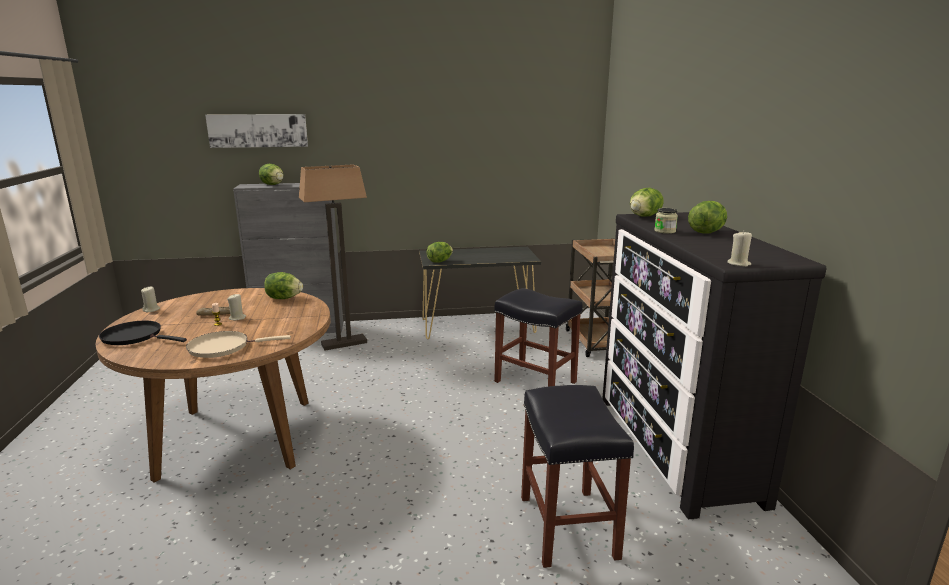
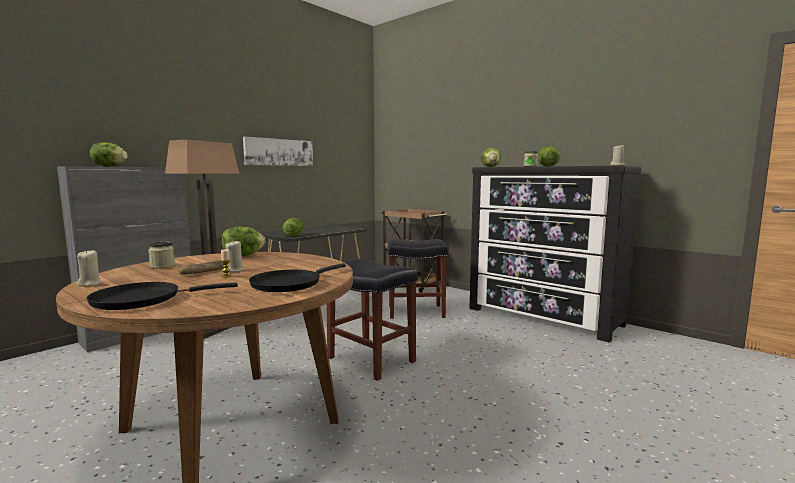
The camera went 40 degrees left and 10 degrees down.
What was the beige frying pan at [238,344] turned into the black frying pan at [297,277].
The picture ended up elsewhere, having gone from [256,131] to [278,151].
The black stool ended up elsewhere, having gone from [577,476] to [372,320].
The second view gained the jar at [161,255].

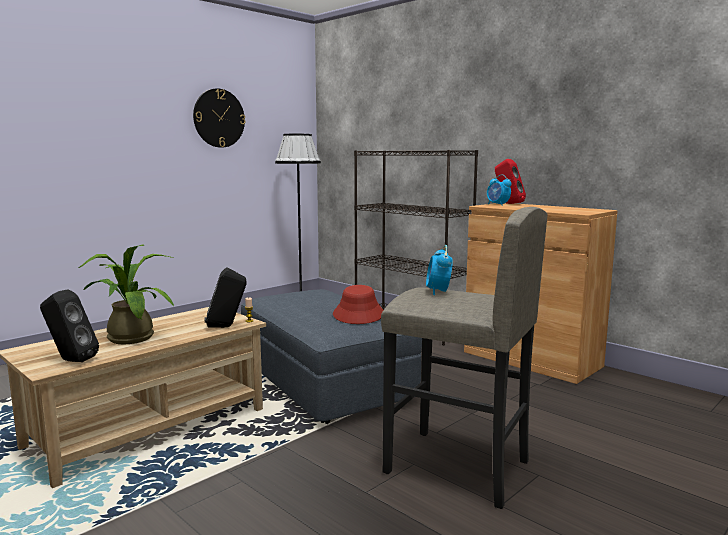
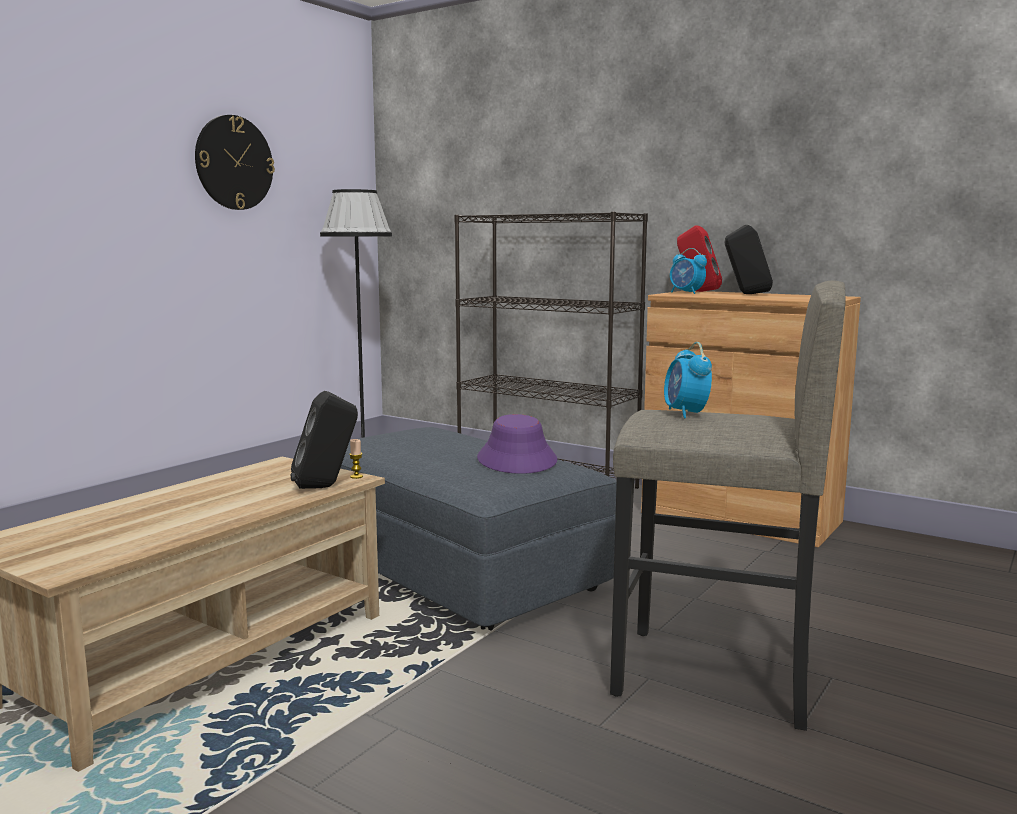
The camera went 10 degrees left and 0 degrees up.
The black speaker ended up elsewhere, having gone from [69,325] to [749,259].
The second view lost the potted plant at [126,294].
What was the red hat at [358,304] turned into the purple hat at [517,444].

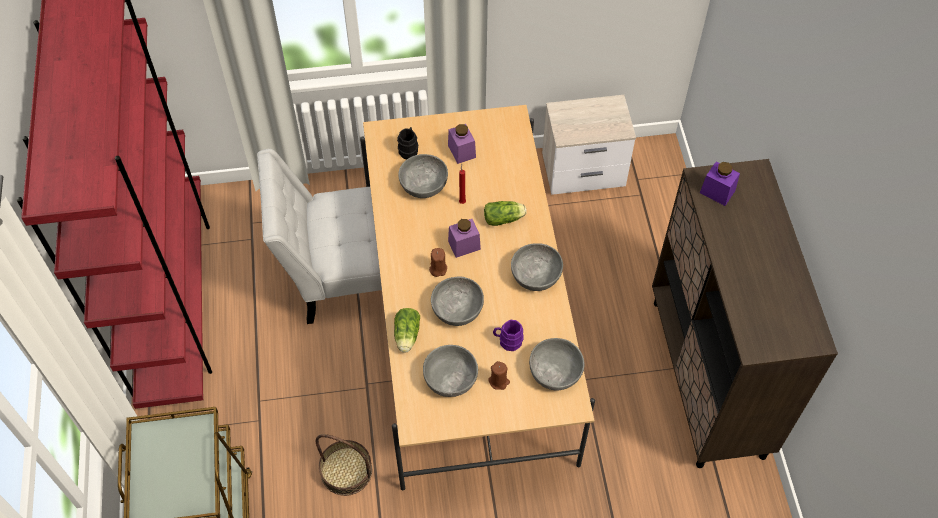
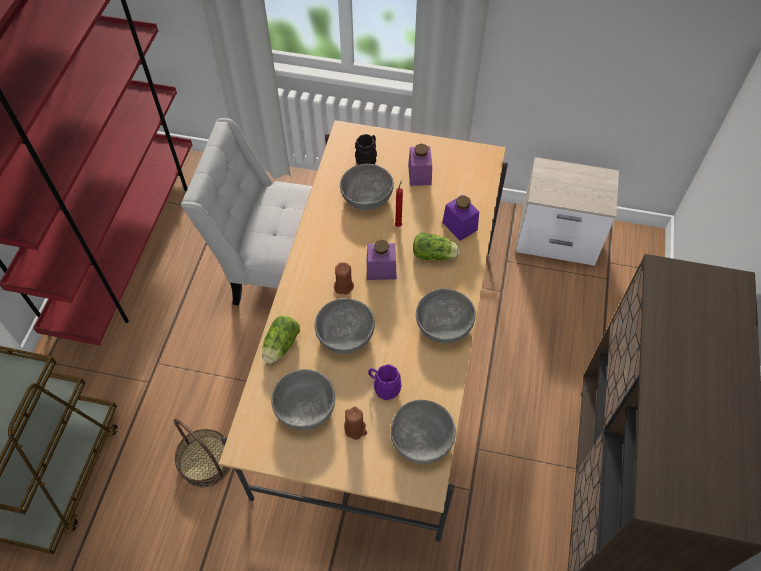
The camera went 20 degrees right and 0 degrees up.
The purple jar ended up elsewhere, having gone from [720,183] to [460,218].

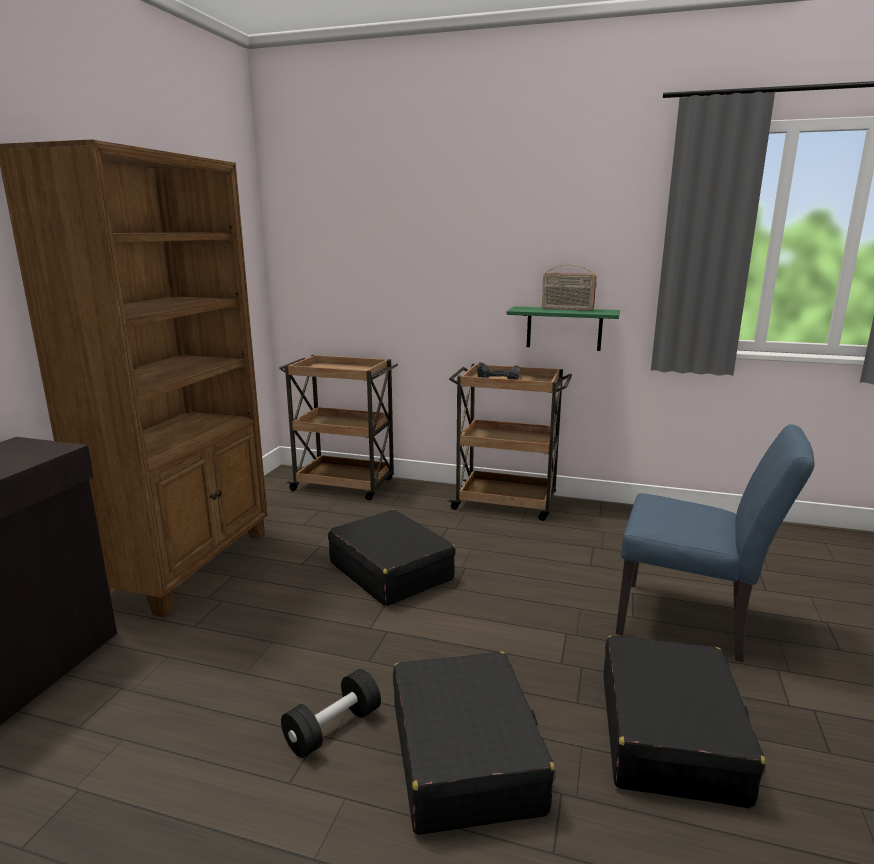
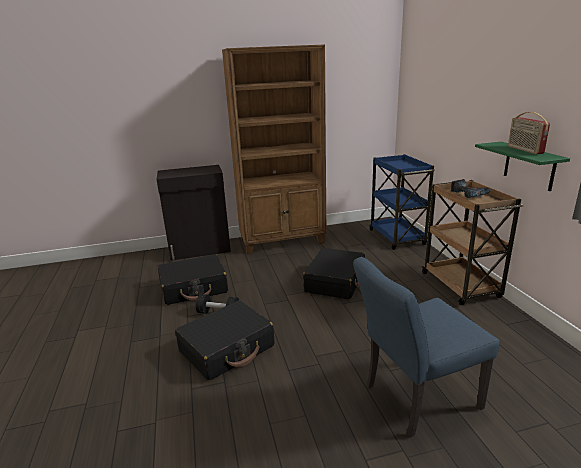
The camera went 60 degrees right and 5 degrees up.
What was the brown cart at [338,427] turned into the blue cart at [402,202].
The black suitcase ended up elsewhere, having gone from [684,722] to [193,279].
The blue chair at [715,543] ended up facing another way, 75 degrees clockwise from before.

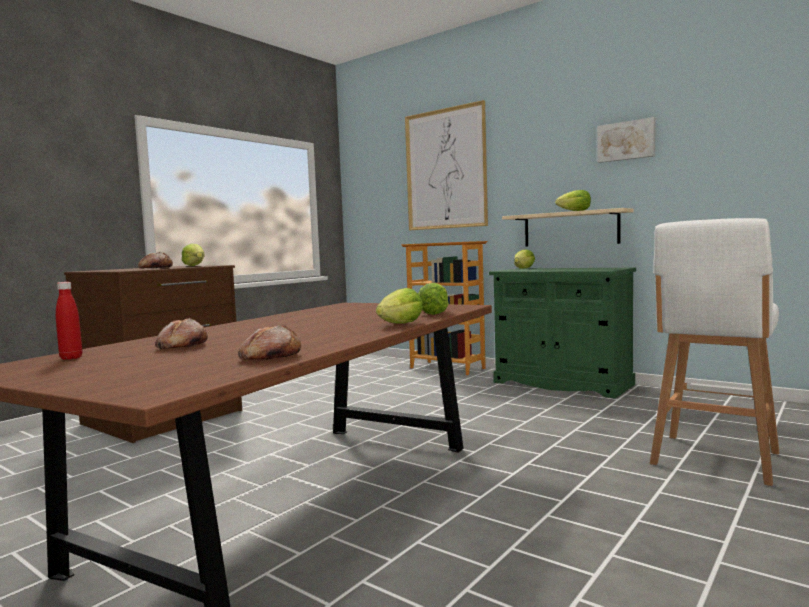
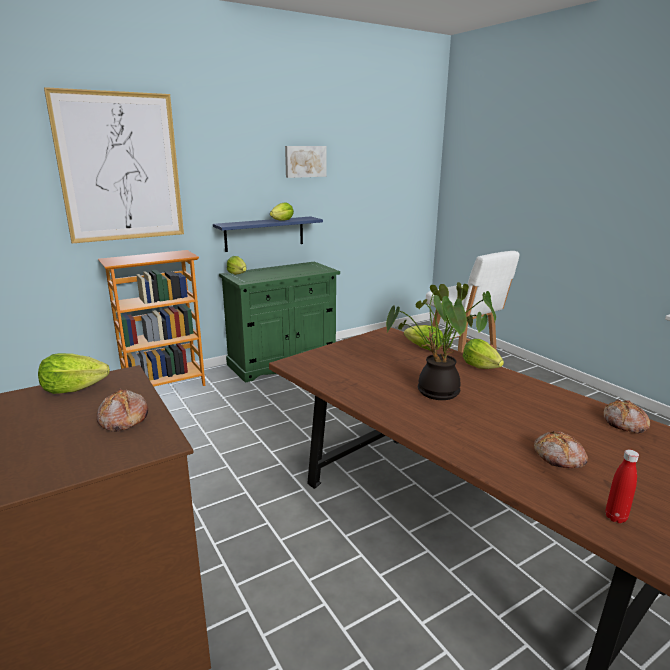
The camera went 70 degrees left and 15 degrees up.
What was the beige shelf at [568,227] turned into the blue shelf at [268,234].
The second view gained the potted plant at [441,341].

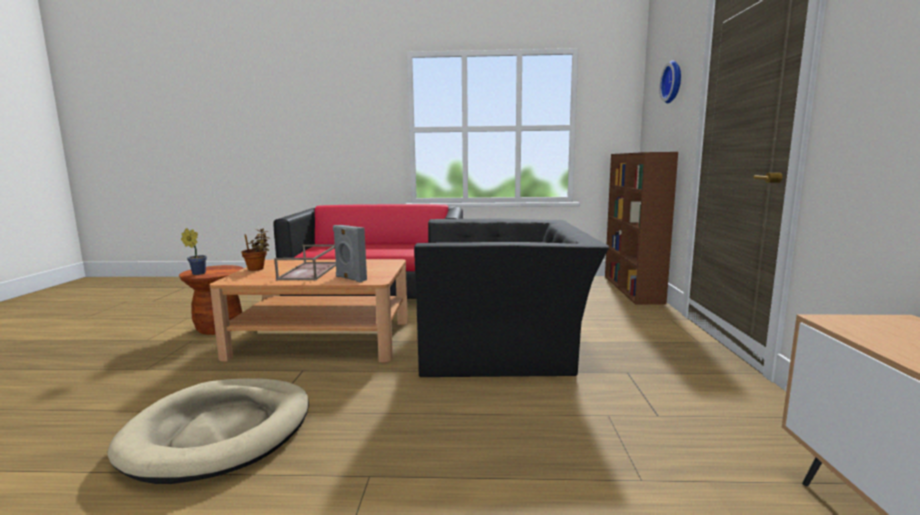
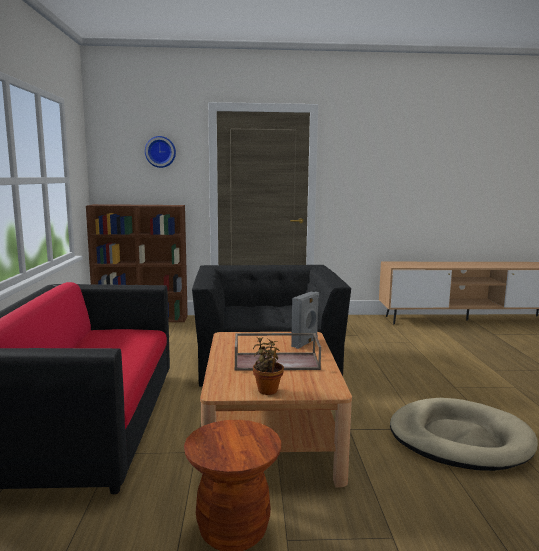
The camera went 95 degrees left and 0 degrees up.
The second view lost the potted plant at [194,251].

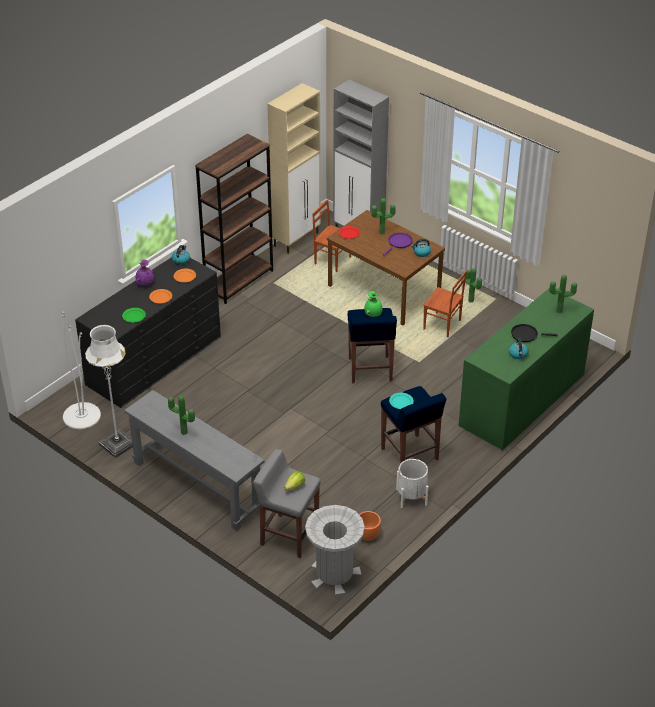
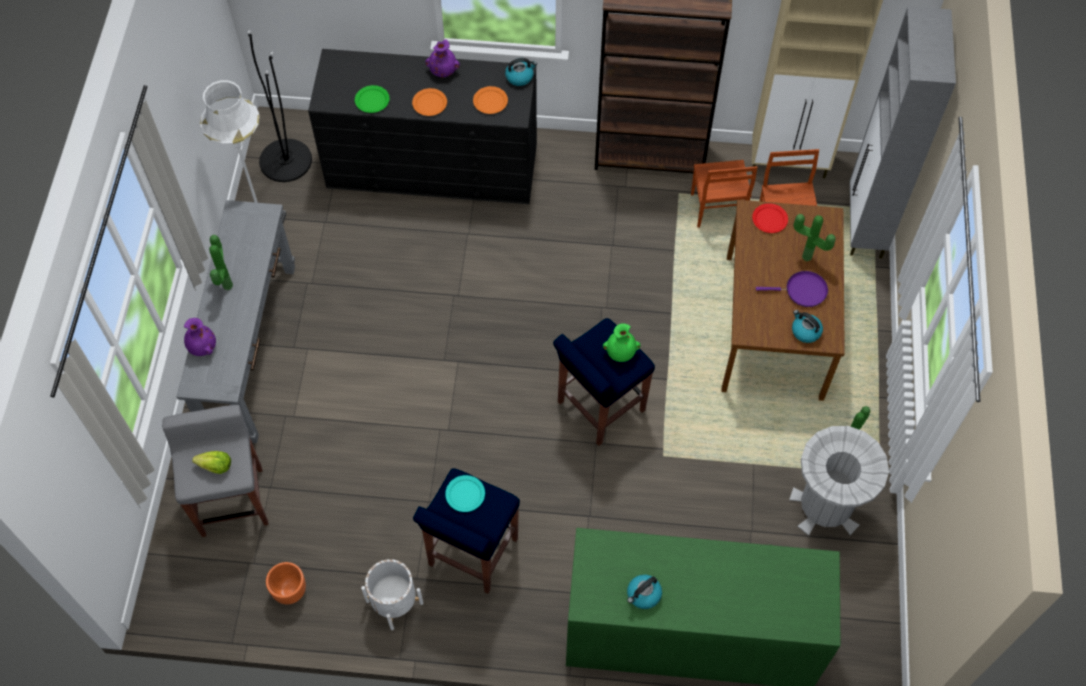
The camera went 55 degrees right and 20 degrees up.
What was the white floor lamp at [81,370] turned into the black floor lamp at [279,106].
The grey trash can ended up elsewhere, having gone from [335,550] to [839,481].
The brown chair ended up elsewhere, having gone from [445,304] to [724,194].
The second view lost the black frying pan at [534,333].
The second view lost the potted plant at [563,294].
The second view gained the purple vase at [200,337].

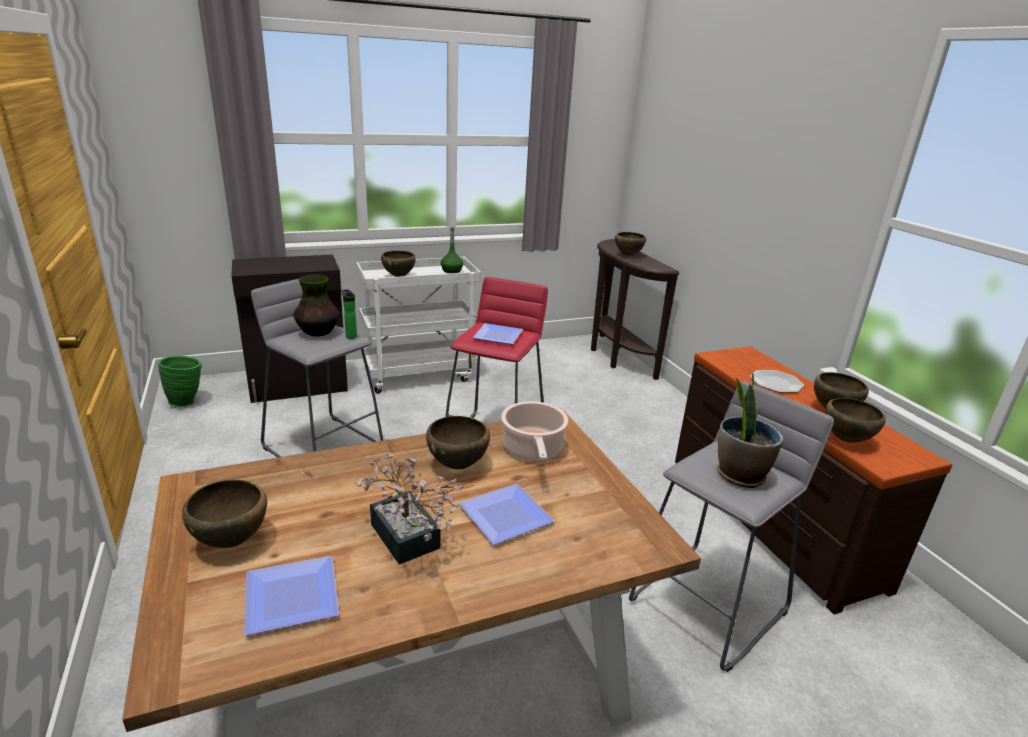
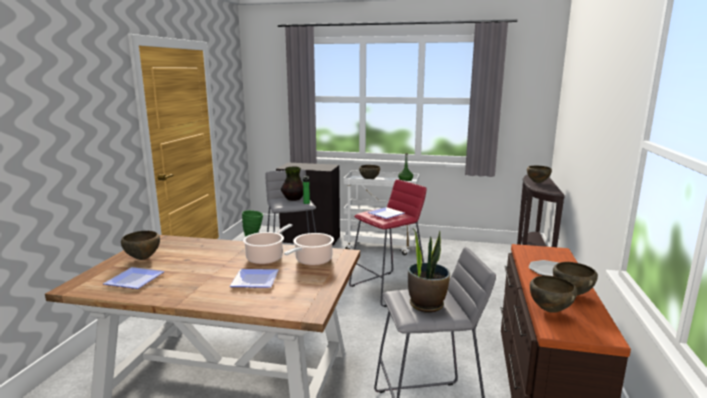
The camera went 35 degrees right and 10 degrees down.
The second view lost the potted plant at [410,509].
Where the brown bowl stood at [458,442], the cooking pot came to stand at [267,244].

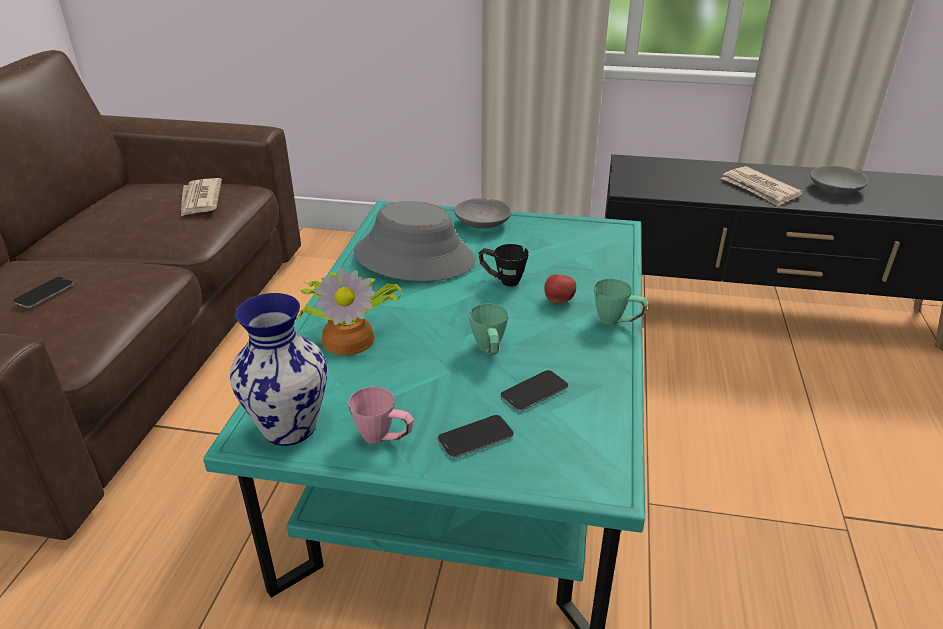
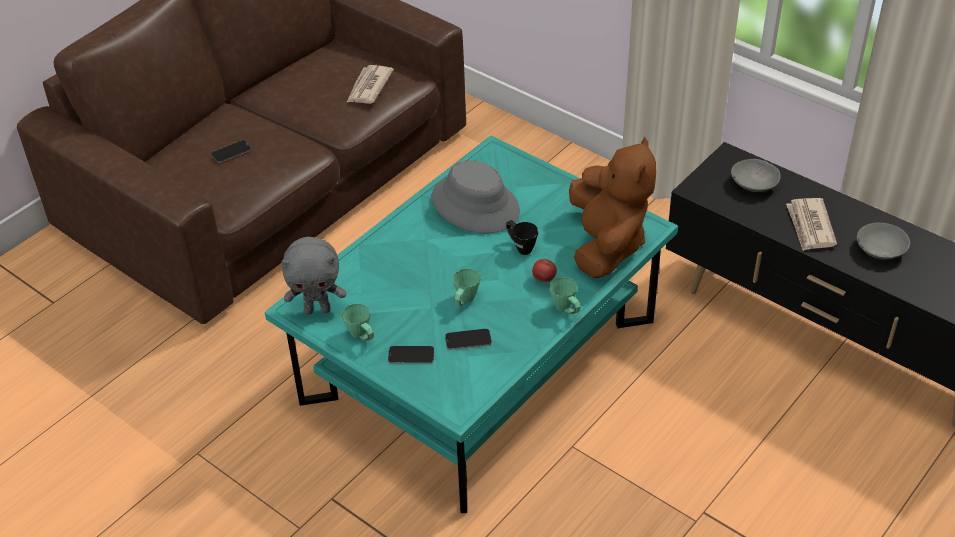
The camera went 30 degrees right and 10 degrees up.
Where the vase stood at [278,369], the grey plush toy came to stand at [313,276].
The second view lost the potted plant at [349,312].
What was the pink mug at [380,415] turned into the green mug at [358,322].
The grey bowl ended up elsewhere, having gone from [482,213] to [756,175].
The second view gained the brown plush toy at [612,207].

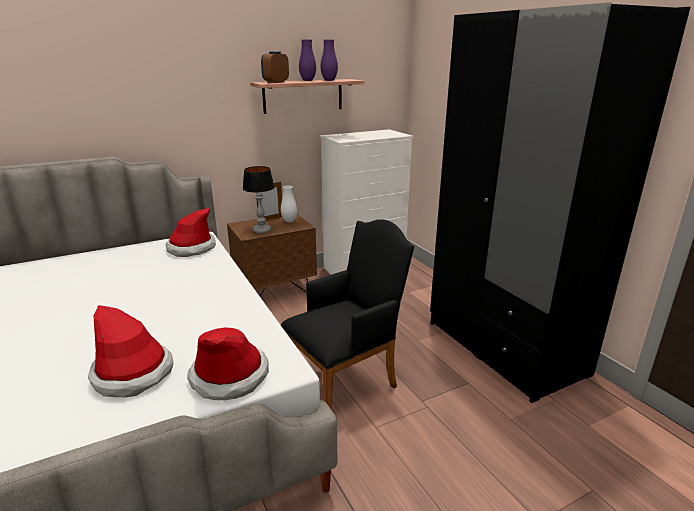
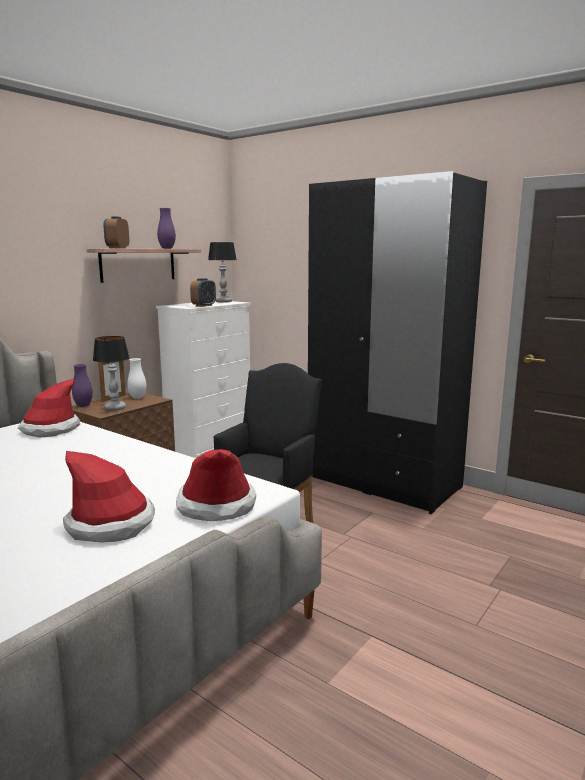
The camera went 25 degrees left and 10 degrees down.
The purple vase ended up elsewhere, having gone from [307,60] to [82,385].
The second view gained the alarm clock at [203,292].
The second view gained the table lamp at [222,272].

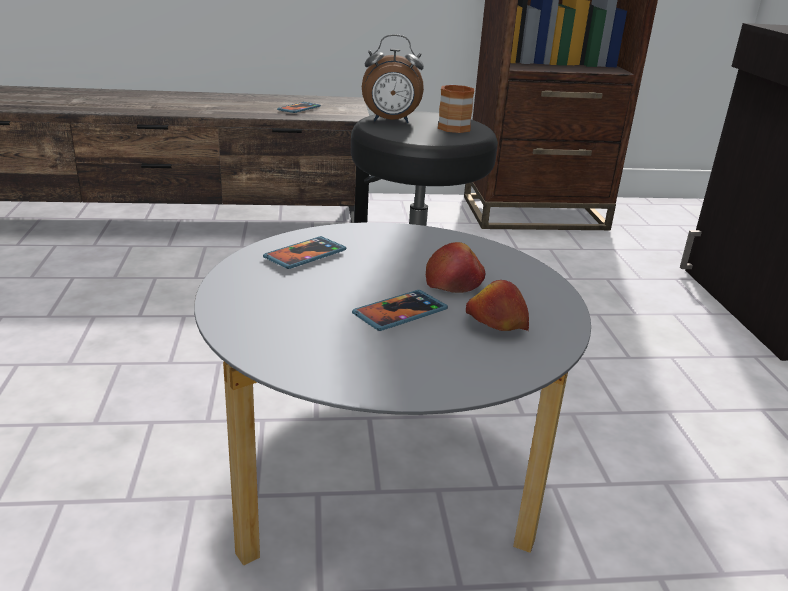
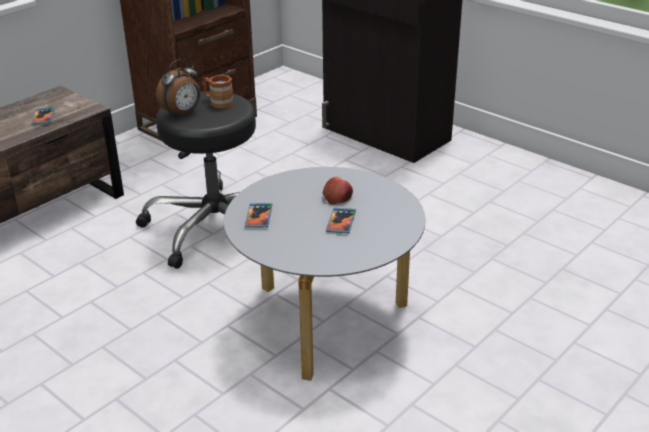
The camera went 40 degrees left and 5 degrees up.
The second view lost the apple at [497,305].

